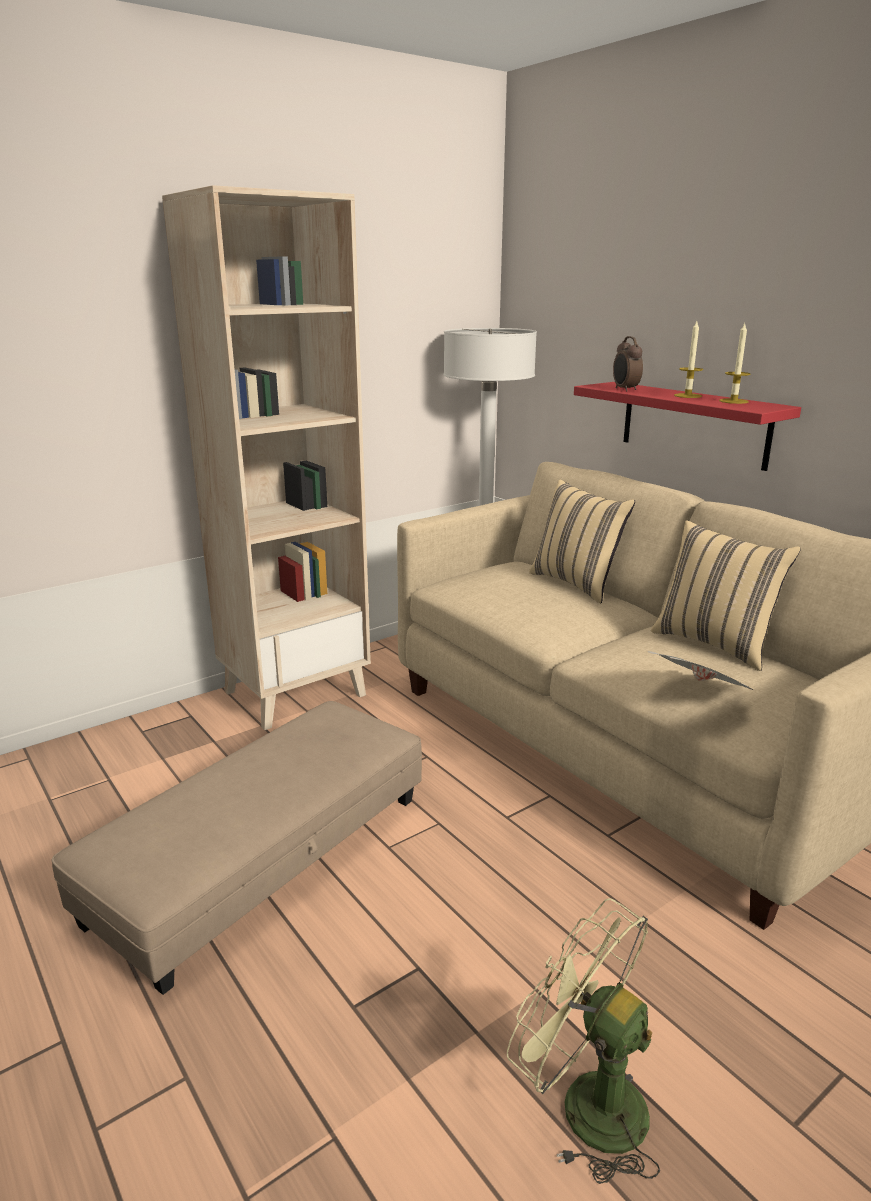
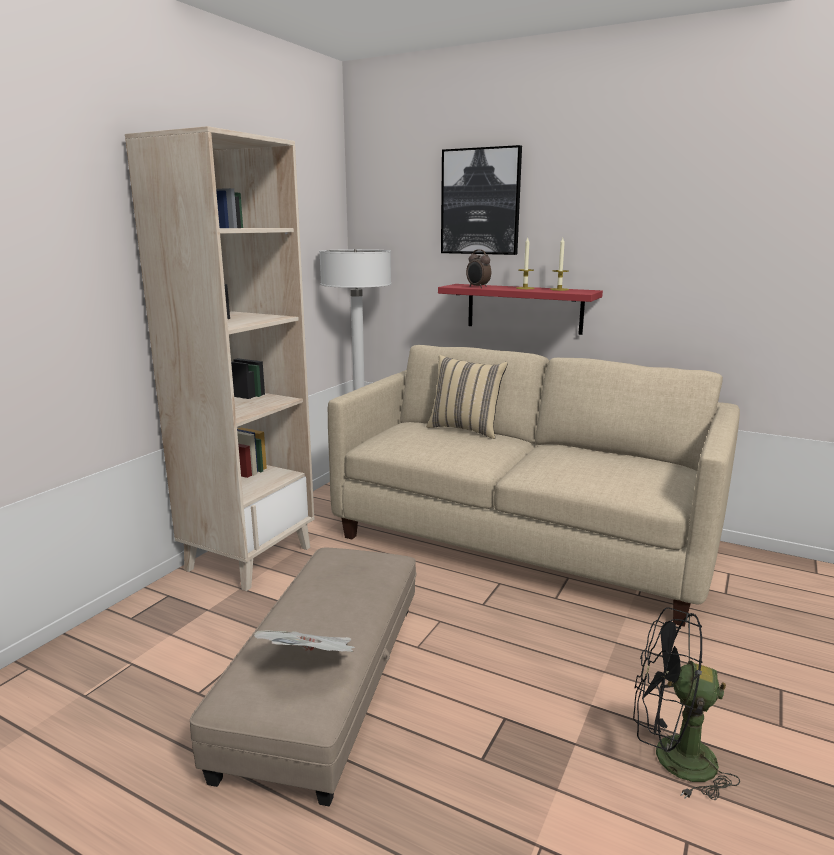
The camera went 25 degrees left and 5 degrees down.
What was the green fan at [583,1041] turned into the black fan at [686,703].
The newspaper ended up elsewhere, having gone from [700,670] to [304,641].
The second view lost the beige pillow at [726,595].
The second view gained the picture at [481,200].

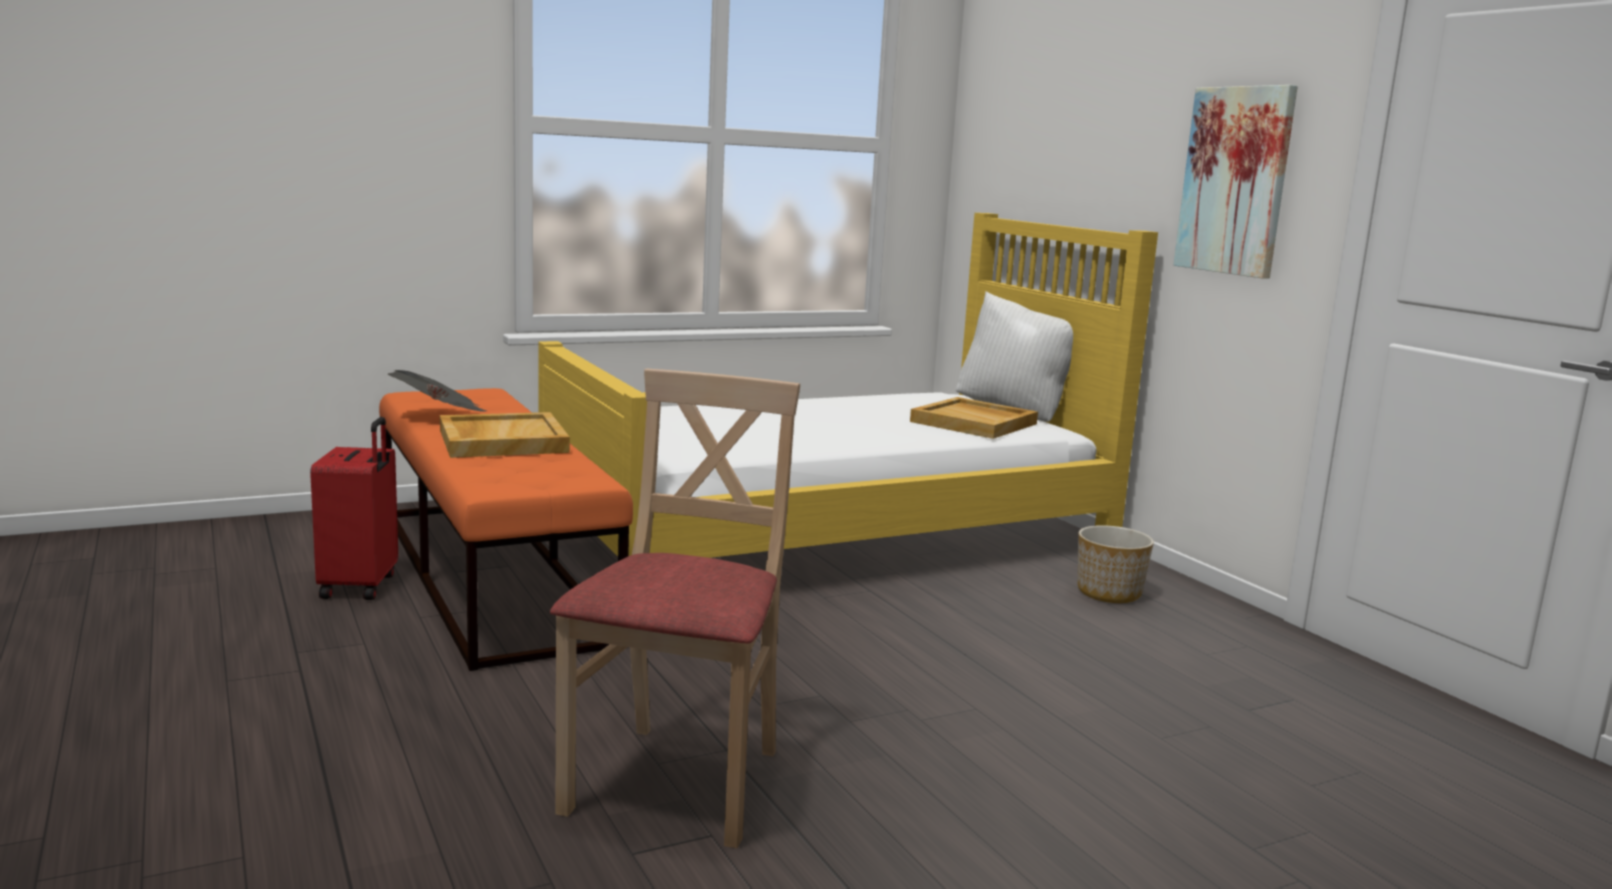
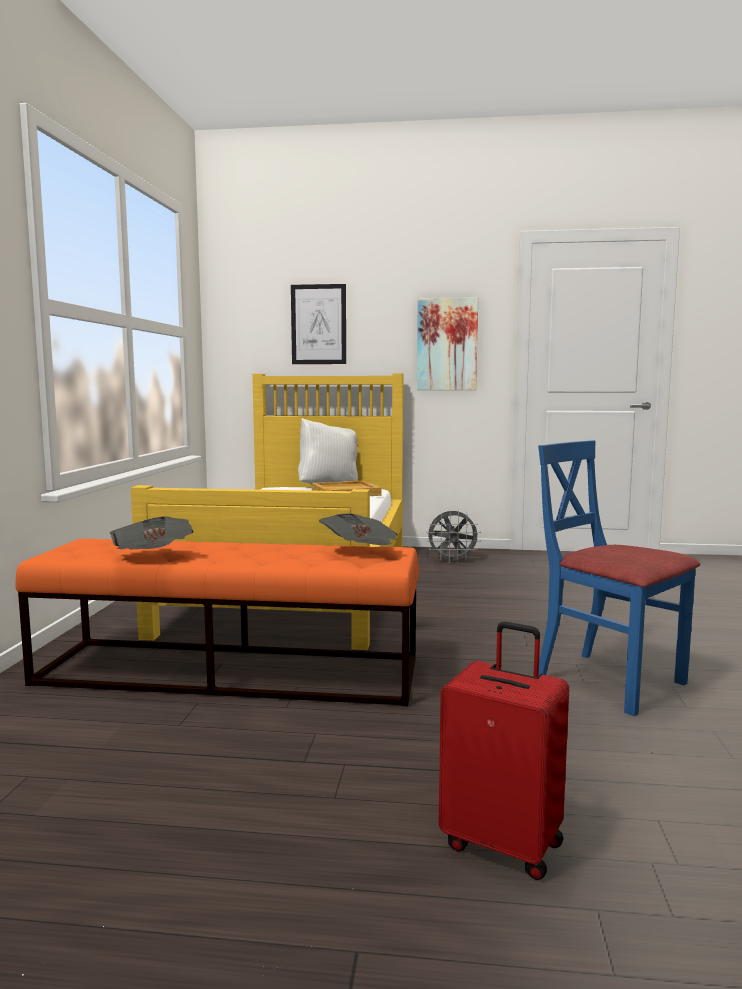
The camera went 55 degrees left and 5 degrees down.
The red suitcase ended up elsewhere, having gone from [354,508] to [504,750].
The second view lost the beige tray at [505,435].
What was the beige chair at [675,608] turned into the blue chair at [619,578].
Where the planter stood at [1116,564], the grey fan came to stand at [453,536].
The second view gained the picture at [318,324].
The second view gained the newspaper at [358,529].

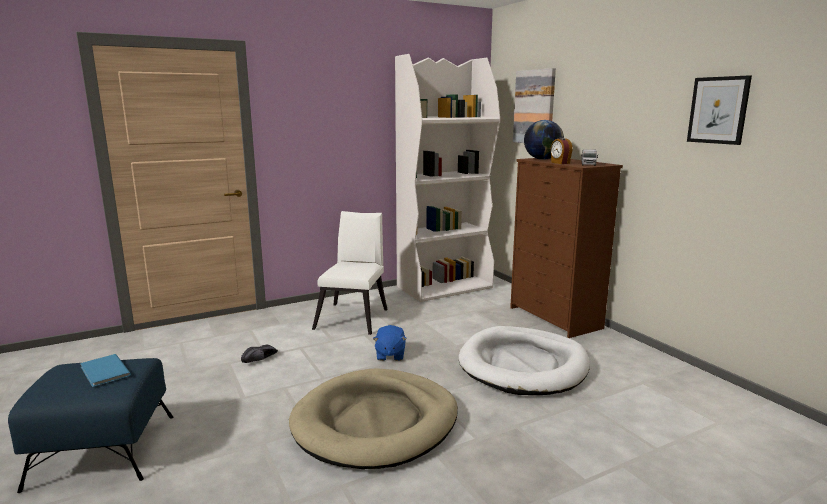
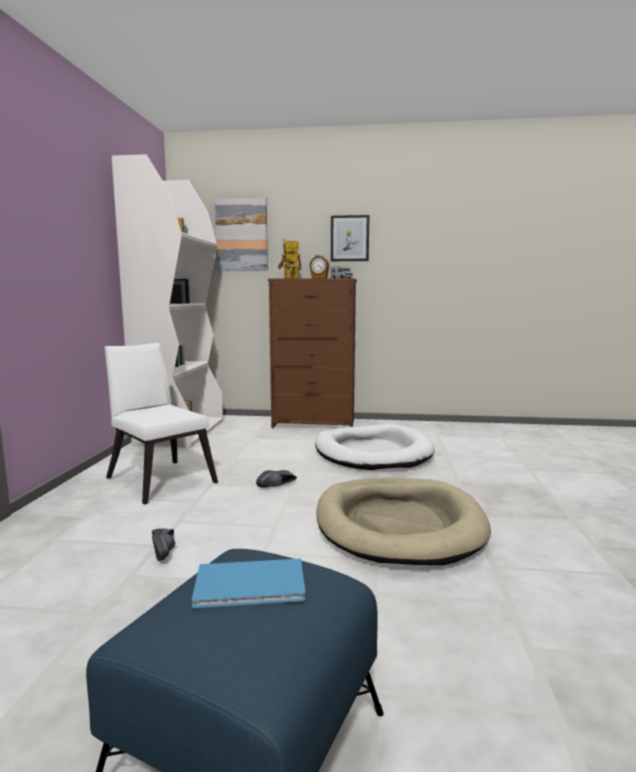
The camera went 55 degrees left and 5 degrees down.
Where the blue plush toy stood at [390,343], the black shoe came to stand at [276,479].
Where the globe stood at [544,140], the toy robot came to stand at [290,259].
The picture ended up elsewhere, having gone from [719,110] to [350,238].

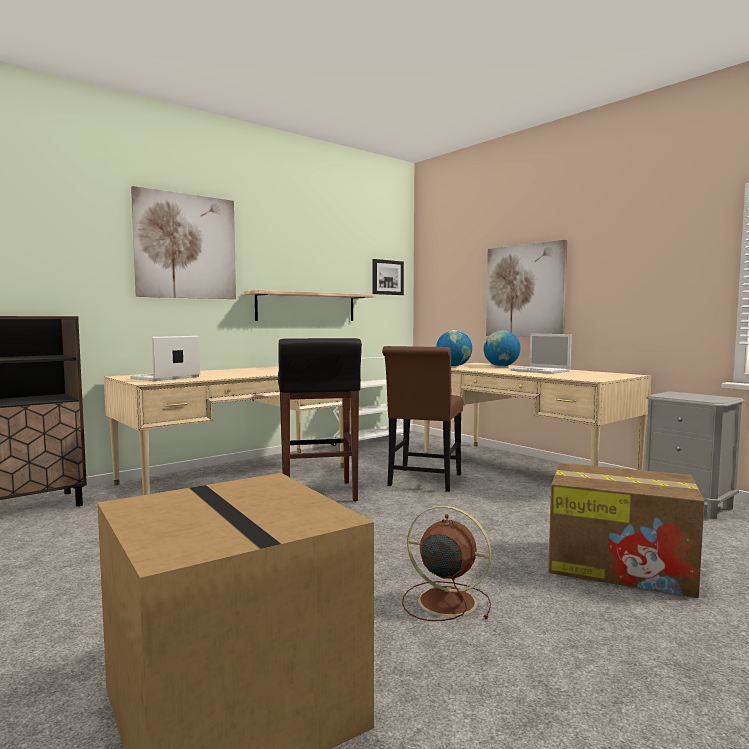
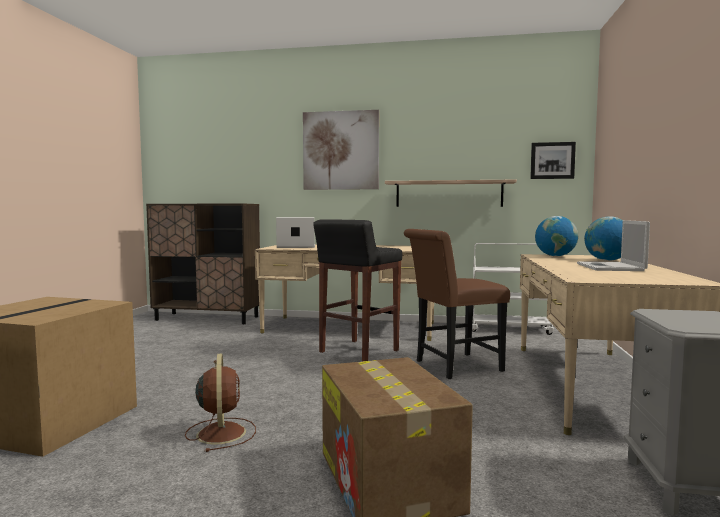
The camera went 50 degrees right and 0 degrees up.
The second view lost the picture at [527,288].

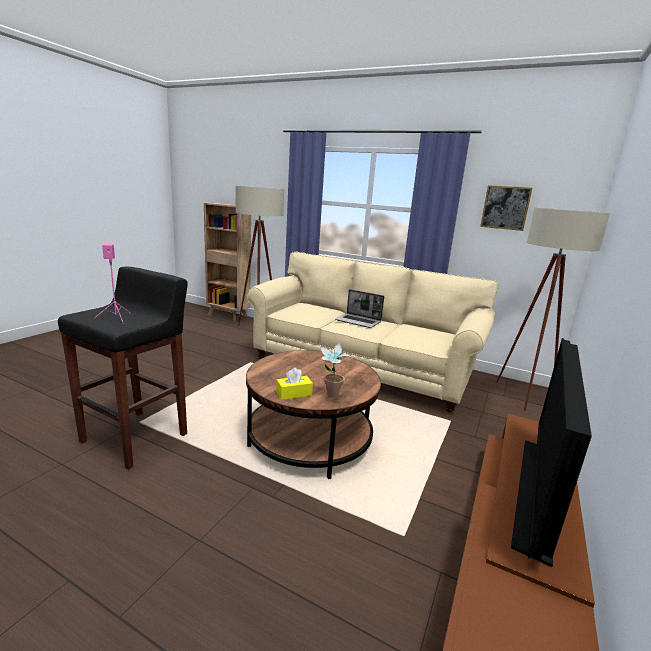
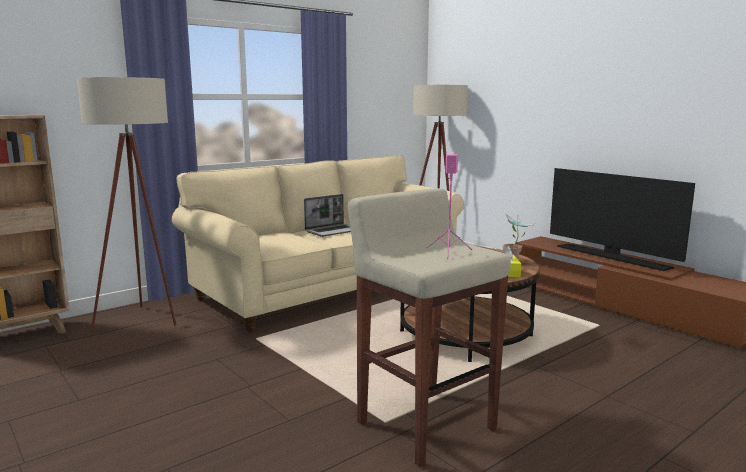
The camera went 65 degrees left and 5 degrees down.
What was the black stool at [123,367] turned into the beige stool at [429,327].
The second view lost the picture at [506,208].

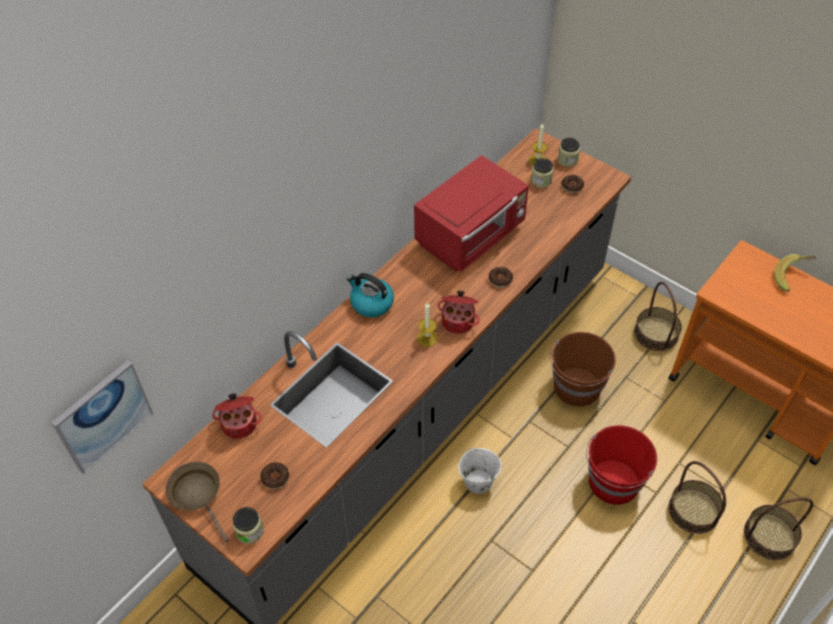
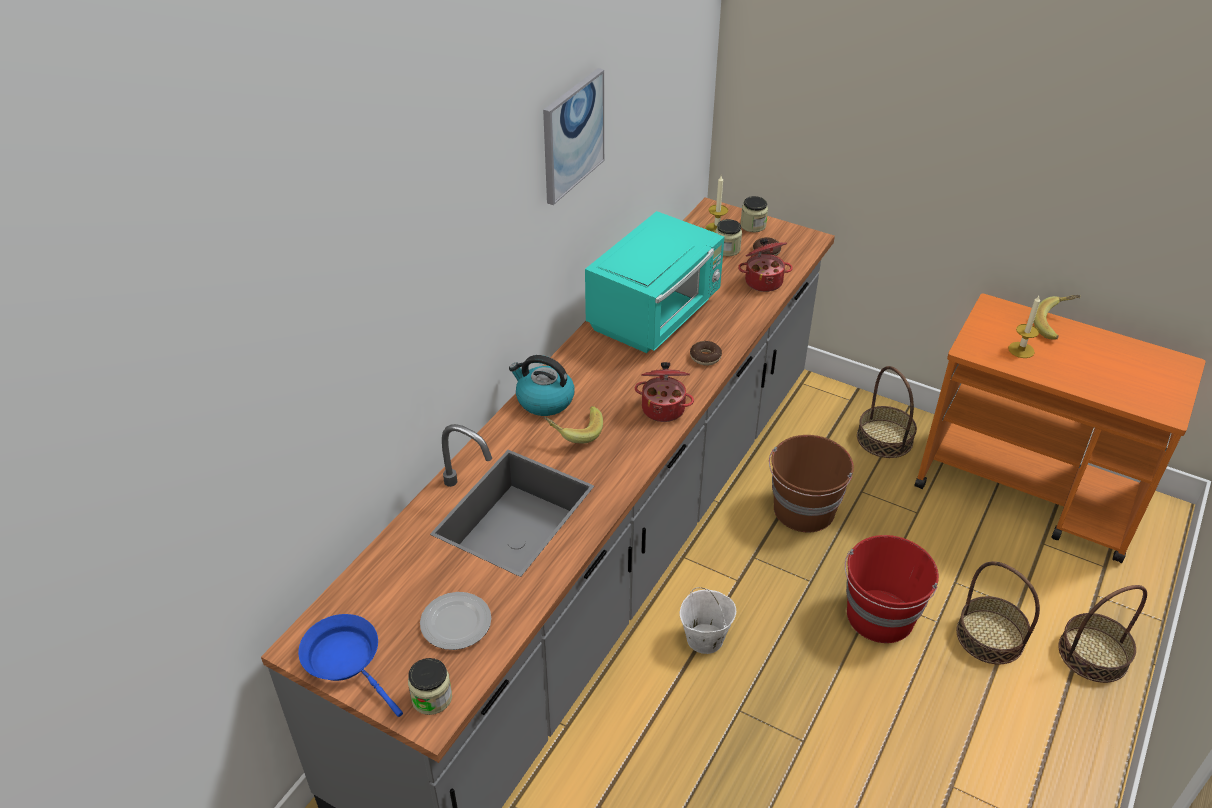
The camera went 10 degrees left and 10 degrees down.
The picture ended up elsewhere, having gone from [102,417] to [573,136].
What was the brown frying pan at [197,502] turned into the blue frying pan at [350,665].
The cooking pot ended up elsewhere, having gone from [237,416] to [765,265].
Where the donut stood at [274,475], the plate came to stand at [455,621].
What was the red microwave at [471,213] turned into the turquoise microwave at [654,282].
The candle ended up elsewhere, having gone from [427,325] to [1024,327].
The second view gained the banana at [573,425].

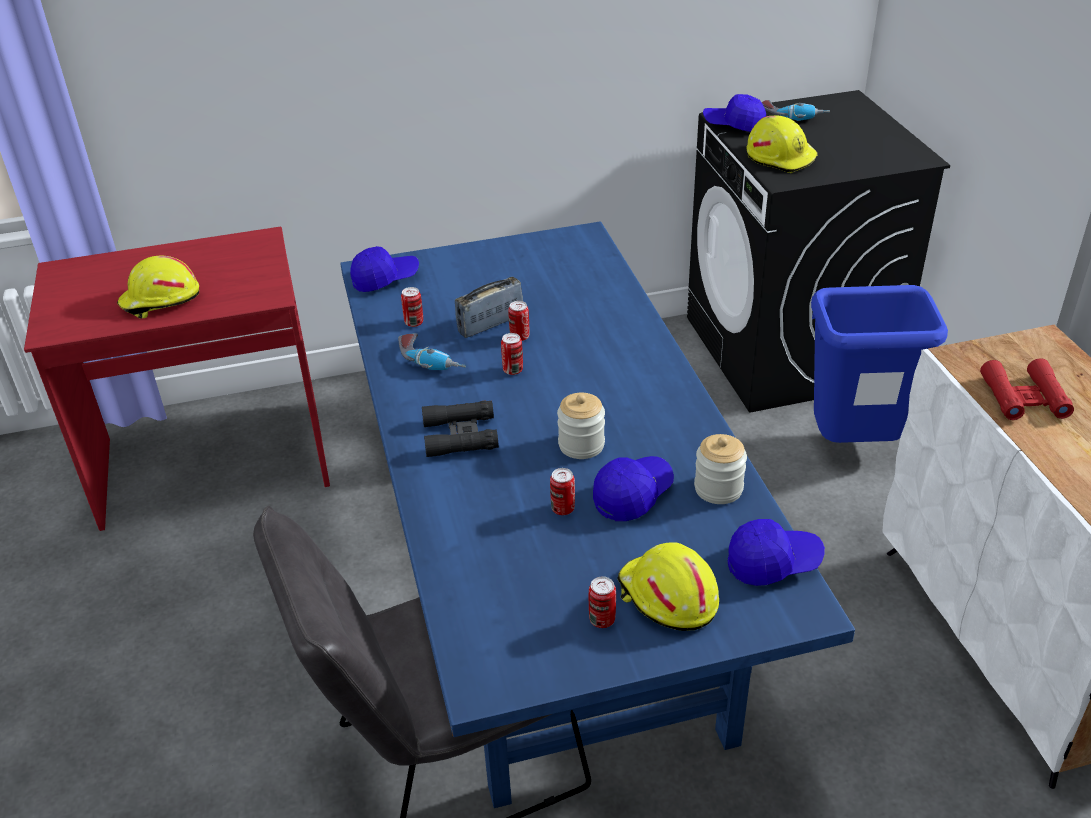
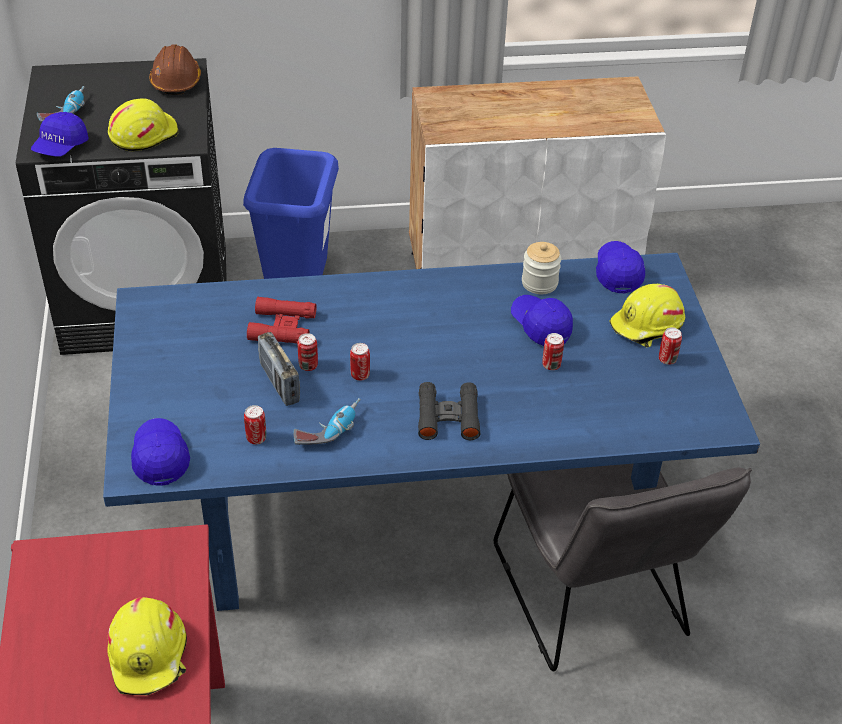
The camera went 85 degrees left and 5 degrees up.
The second view lost the jar at [581,426].
The red binoculars ended up elsewhere, having gone from [1027,389] to [281,320].
The second view gained the brown hard hat at [175,69].

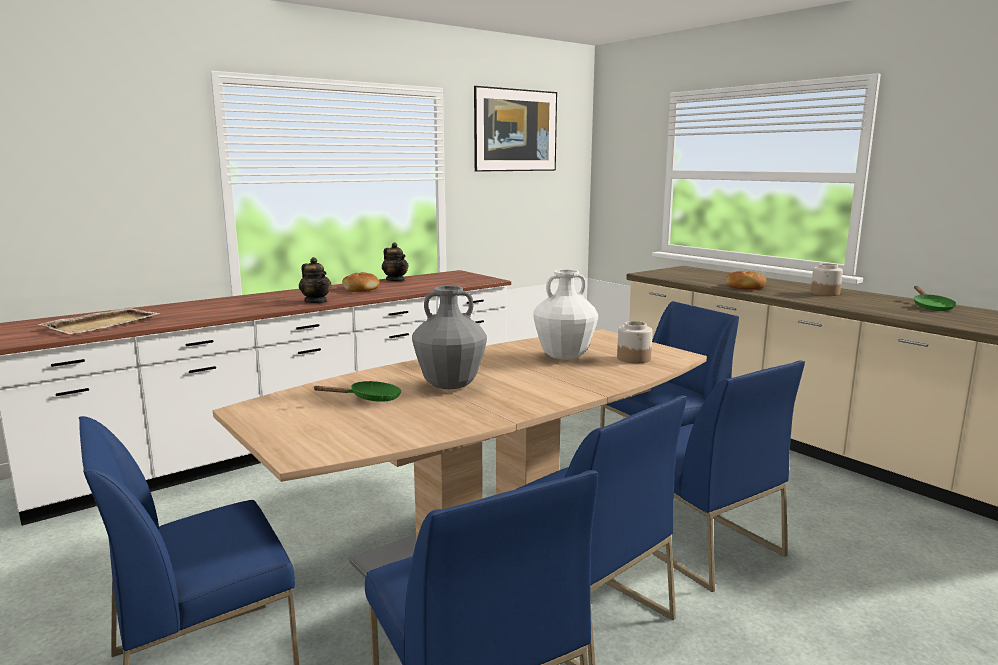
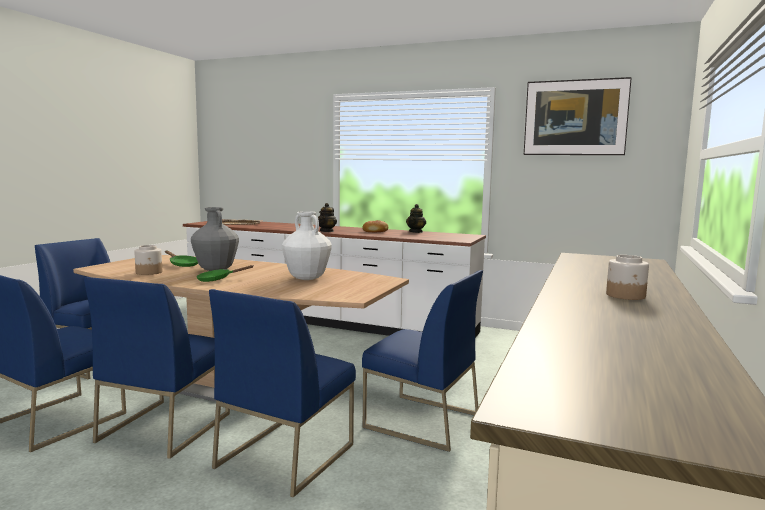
The camera went 60 degrees right and 5 degrees down.
The jar ended up elsewhere, having gone from [635,342] to [148,260].
The second view lost the bread at [746,280].
The green frying pan ended up elsewhere, having gone from [935,298] to [225,273].

